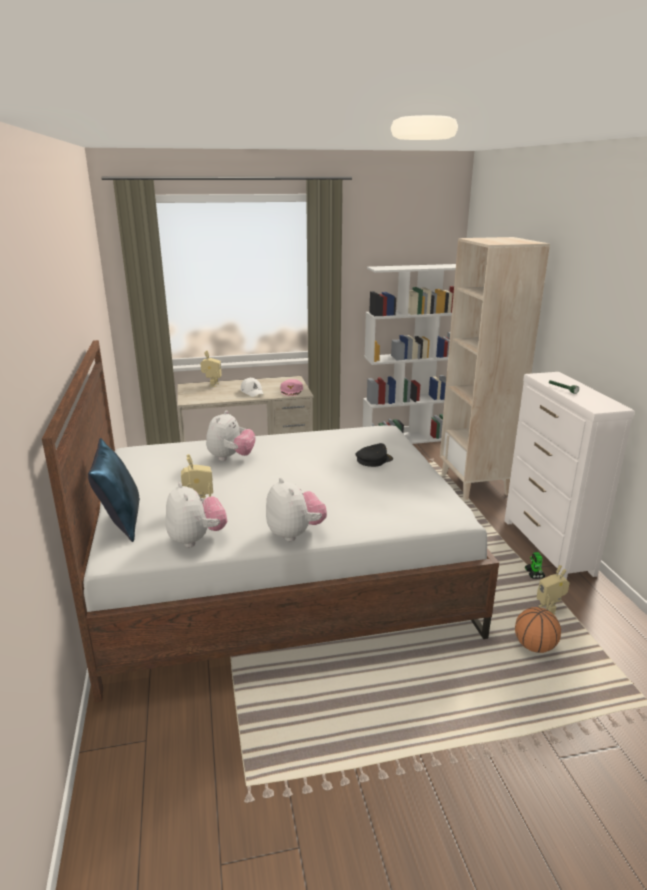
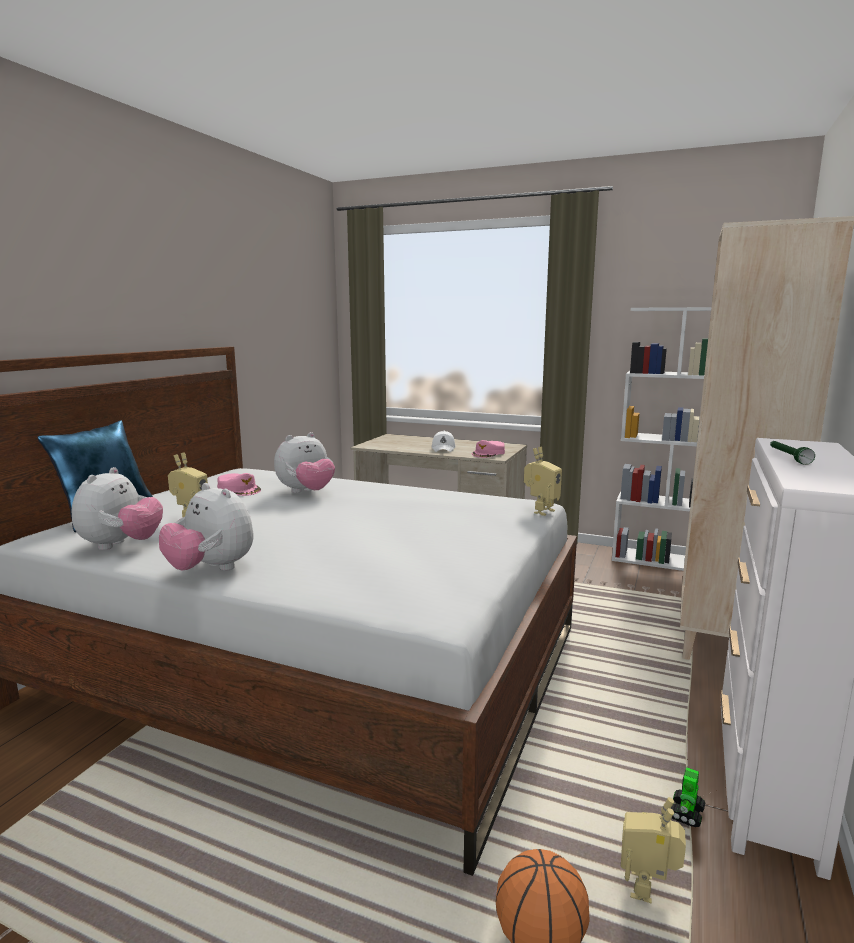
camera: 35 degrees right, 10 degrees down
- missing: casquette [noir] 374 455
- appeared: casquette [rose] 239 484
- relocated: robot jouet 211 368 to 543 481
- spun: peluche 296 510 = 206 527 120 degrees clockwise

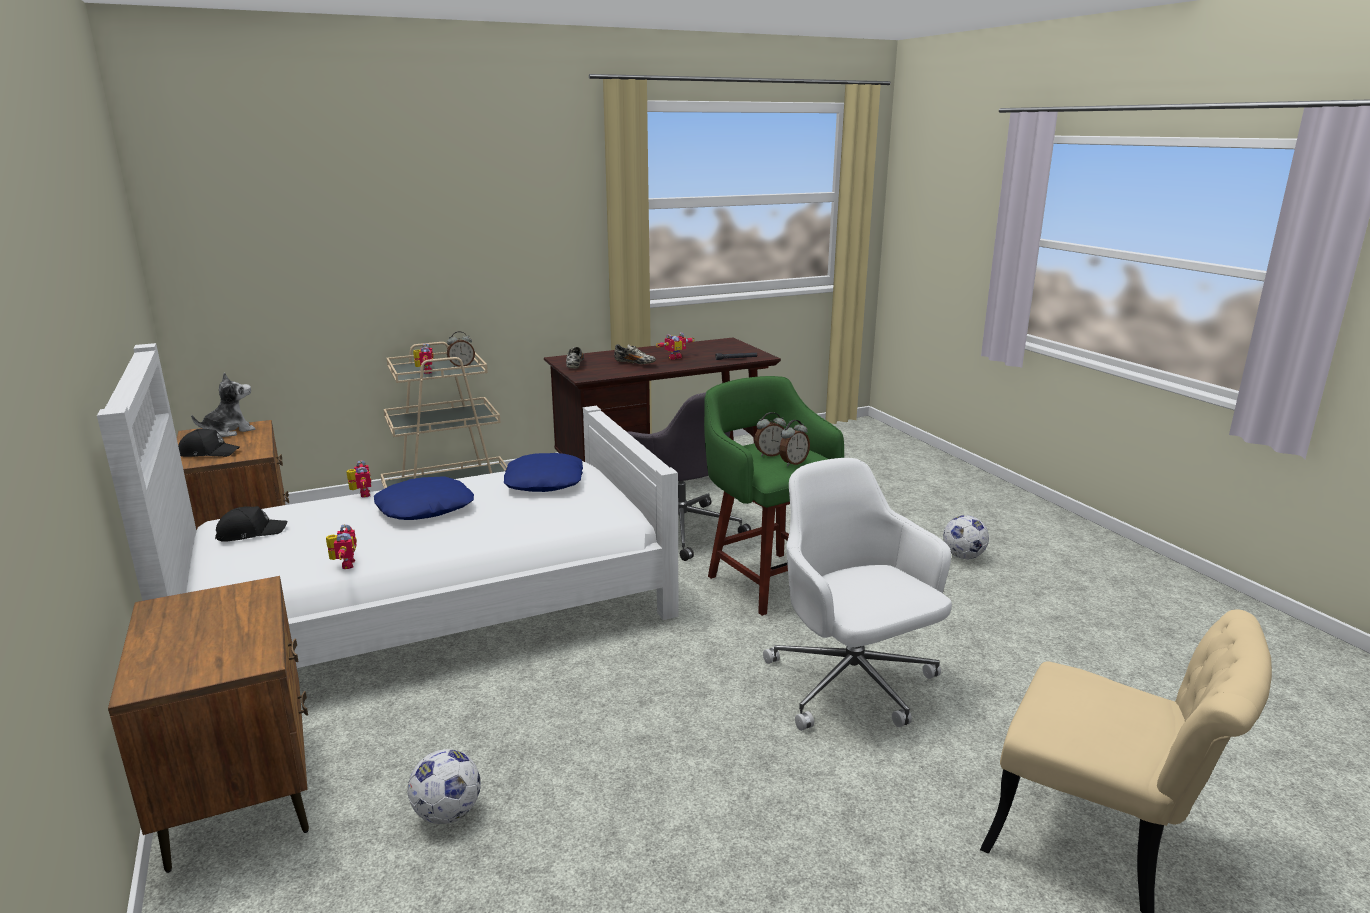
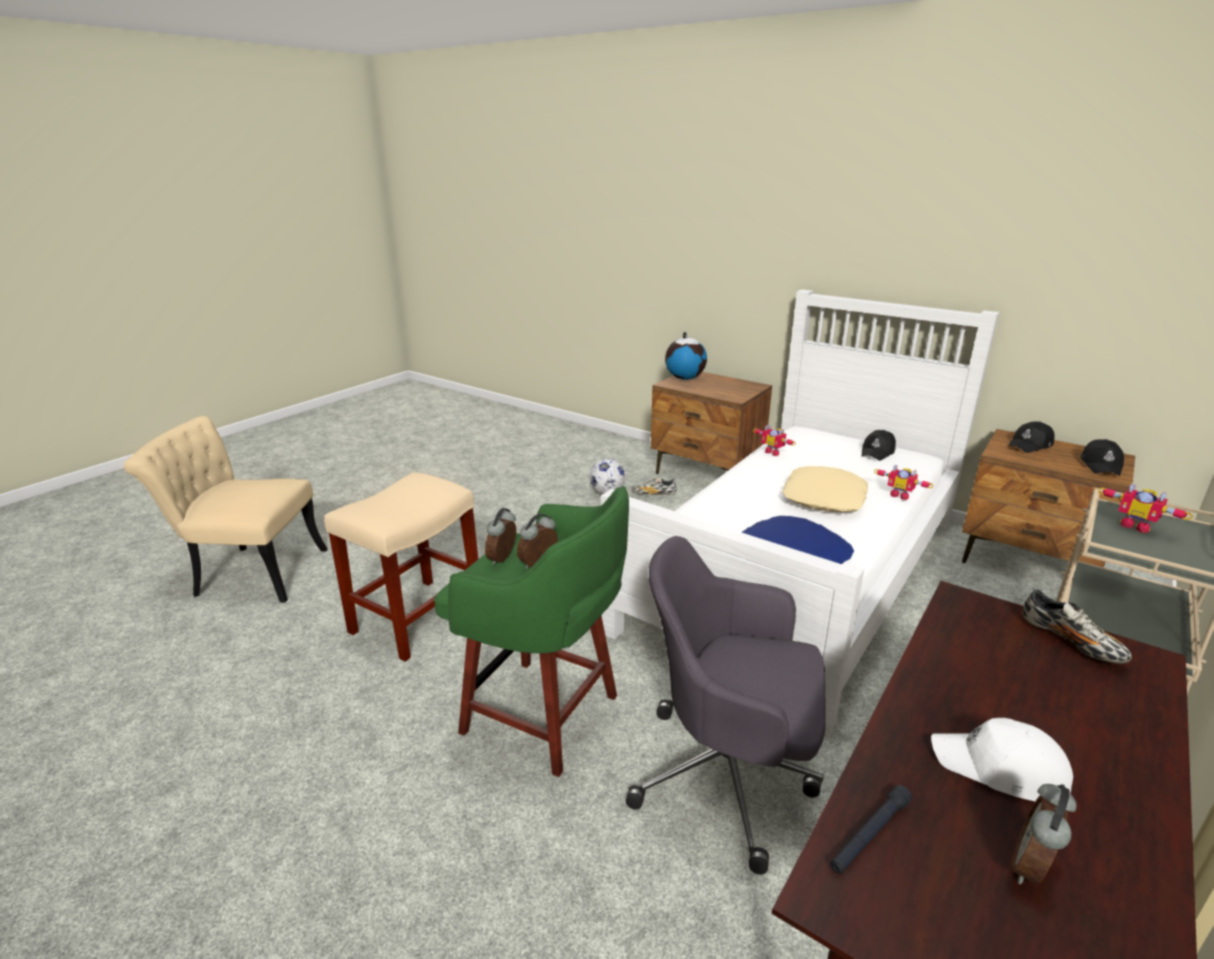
camera: 150 degrees right, 5 degrees up
- missing: ballon de foot 966 537
- appeared: globe 686 356
- relocated: réveil 461 349 to 1044 834
- relocated: chaussure 635 354 to 654 485
- exchanged: peluche 223 404 to casquette [noir] 1102 457
- exchanged: robot jouet 675 346 to casquette [blanc] 1002 759
- exchanged: chaise de bureau [blanc] 857 594 to tabouret [beige] 401 567
- colour: coussin [bleu] 424 498 to coussin [beige] 825 489

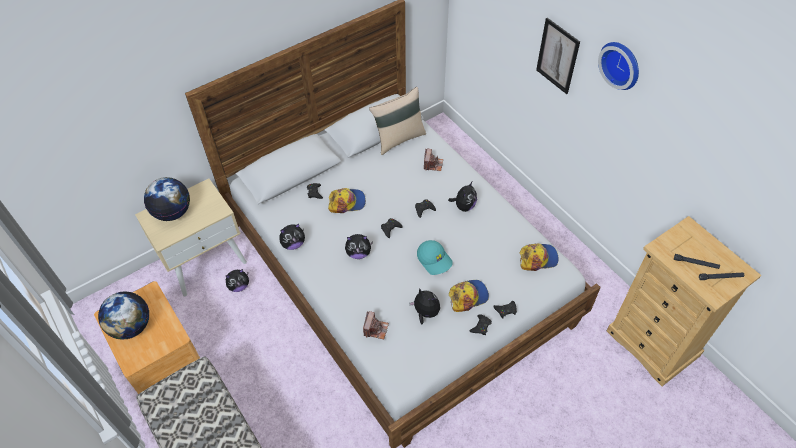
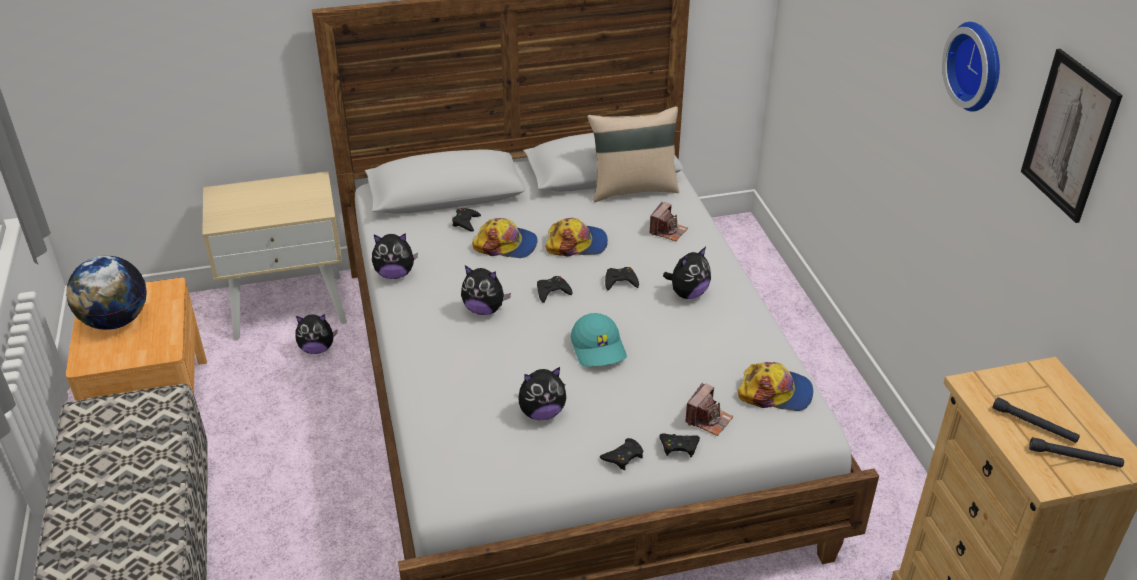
camera: 20 degrees right, 15 degrees down
- missing: globe 167 199
- relocated: appareil photo 376 325 to 709 409
- relocated: casquette 469 296 to 576 237
- relocated: tableau 558 56 to 1072 136
- spun: peluche 424 306 = 542 393 105 degrees clockwise

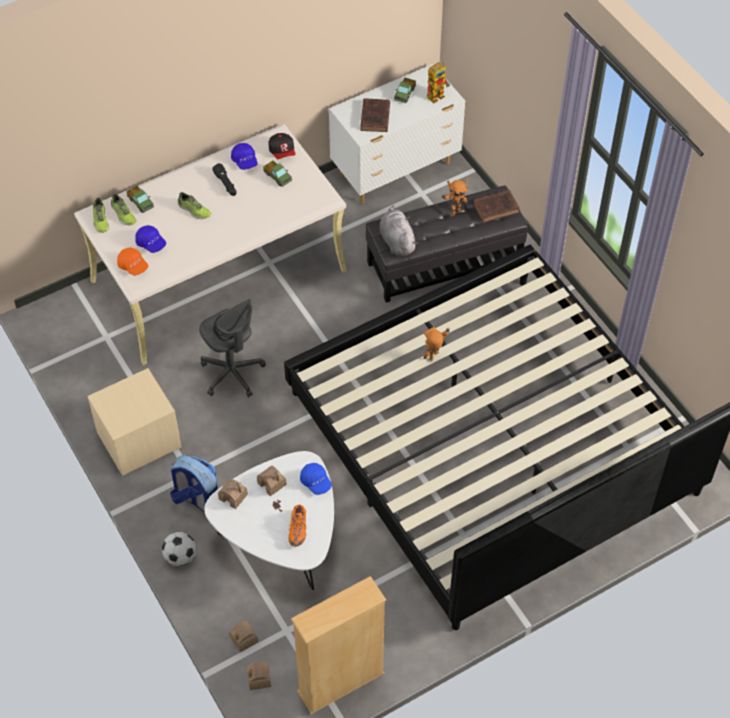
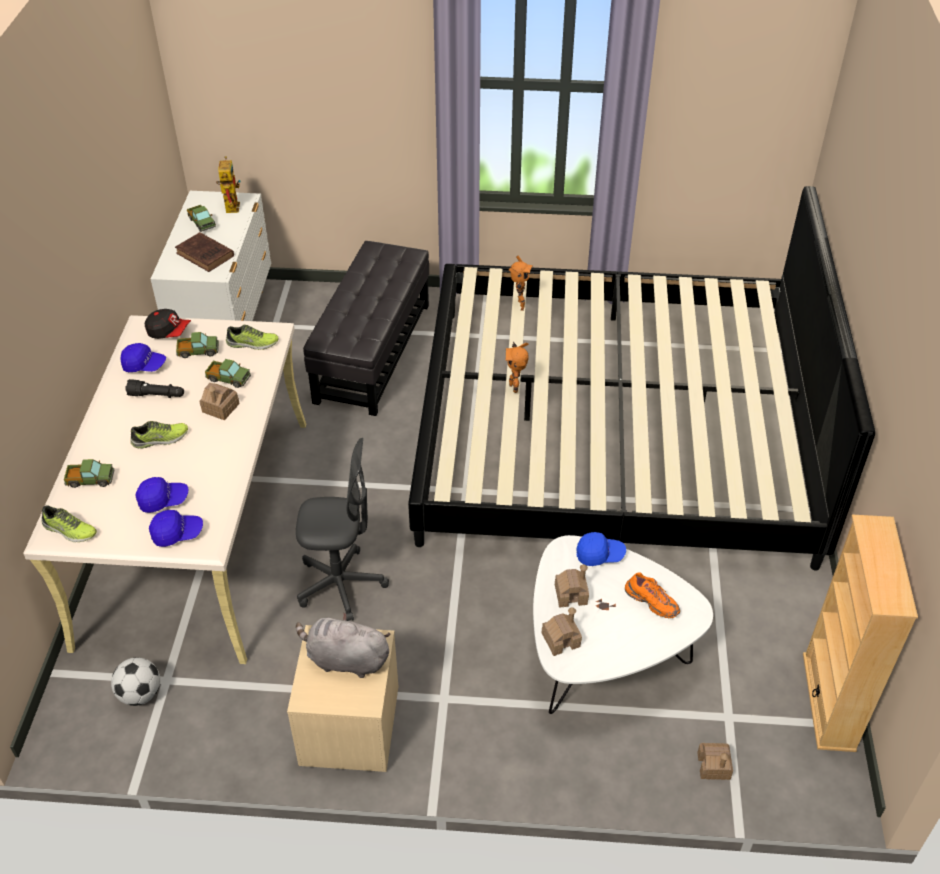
camera: 55 degrees left, 10 degrees down
- missing: sac à dos 194 484
- missing: livre [marron] 496 206
- appeared: camion jouet 228 373
- relocated: chaussure 123 210 to 252 337
- relocated: ballon de foot 179 549 to 135 681
- relocated: maison miniature 258 675 to 219 401
- relocated: peluche [gris] 398 230 to 343 645
- relocated: robot jouet 455 197 to 520 283
- colour: casquette [orange] 132 262 to casquette [bleu] 176 528

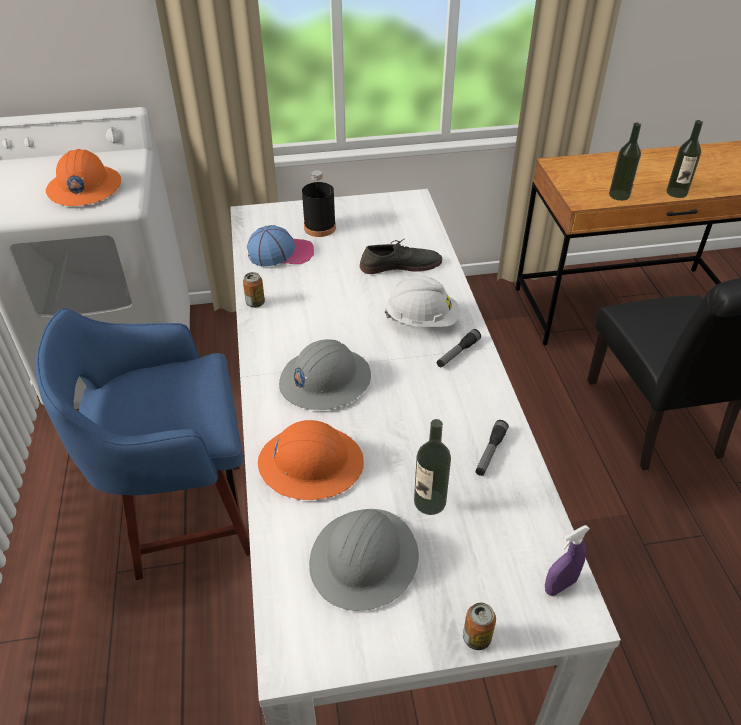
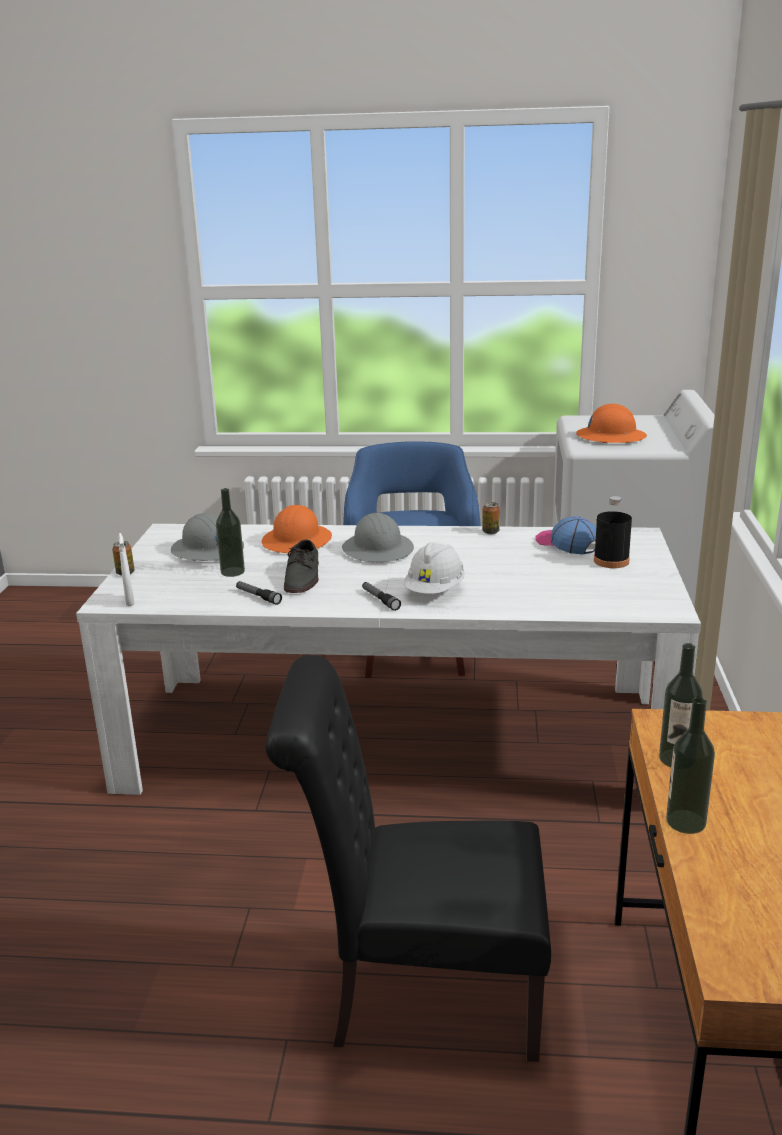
camera: 105 degrees right, 20 degrees down
- relocated: chaussure [gris] 401 256 to 301 566
- colour: vaporisateur [violet] 567 560 to vaporisateur [blanc] 126 569
- spun: casquette 280 246 = 566 535 135 degrees clockwise

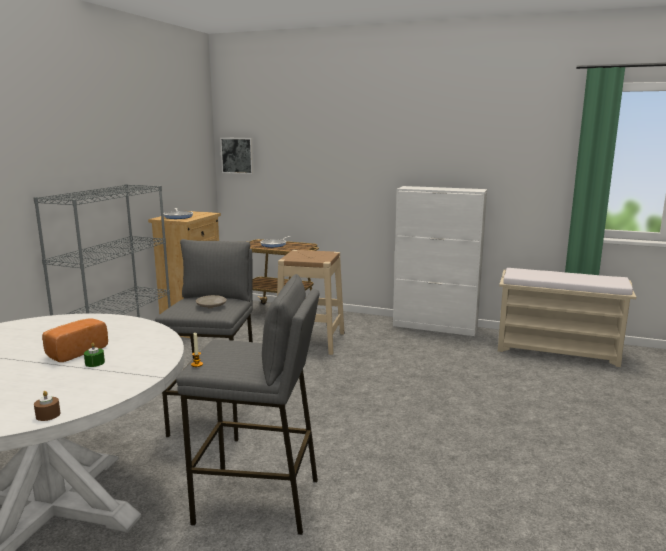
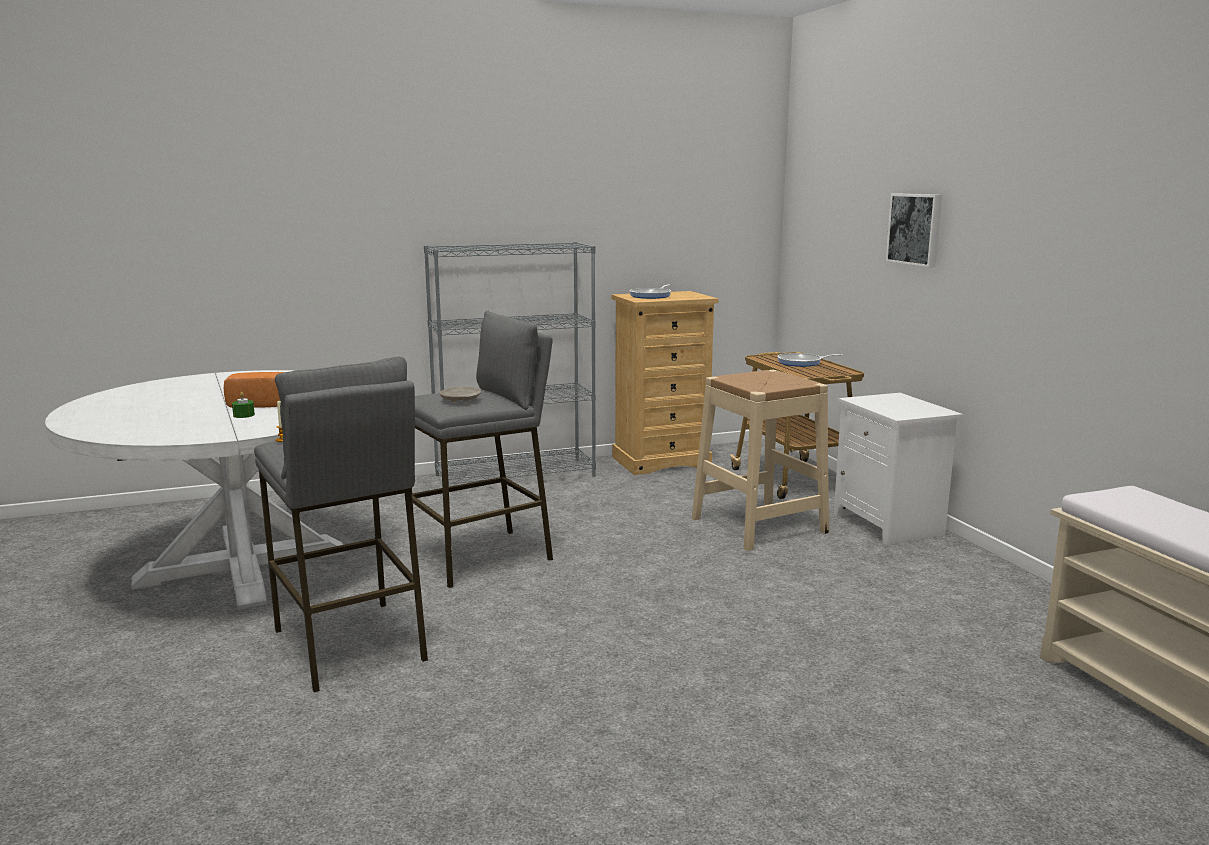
camera: 50 degrees right, 0 degrees up
- missing: bougie [marron] 47 406
- missing: meuble de rangement [blanc] 440 261
- appeared: table de chevet [blanc] 898 469
- relocated: tableau 237 156 to 914 230

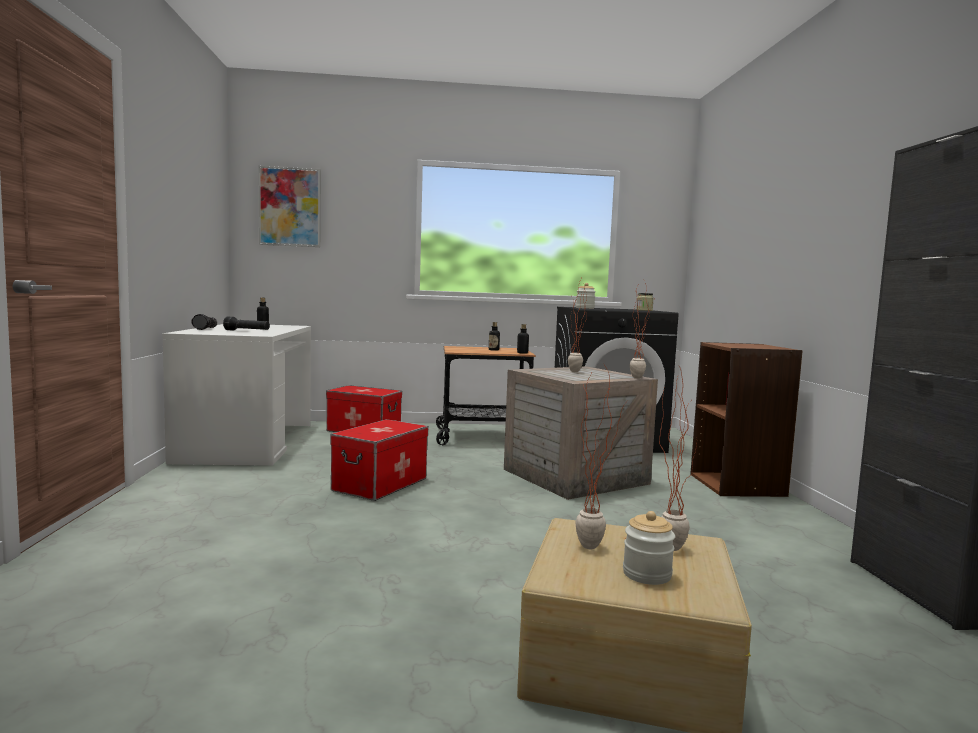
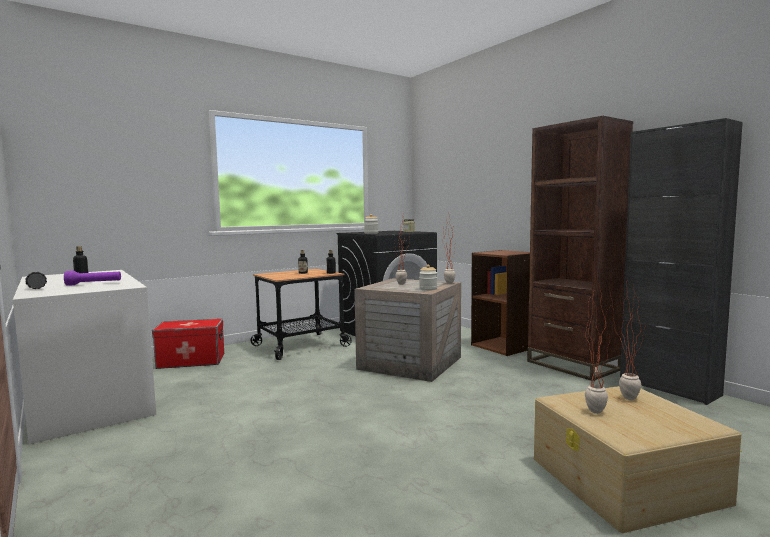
camera: 30 degrees left, 0 degrees up
- missing: tableau 289 206
- missing: boîte de rangement 379 460
- appeared: bibliothèque [marron] 580 248
- relocated: bocal 649 548 to 428 278
- colour: lampe de poche [noir] 246 324 to lampe de poche [violet] 92 278

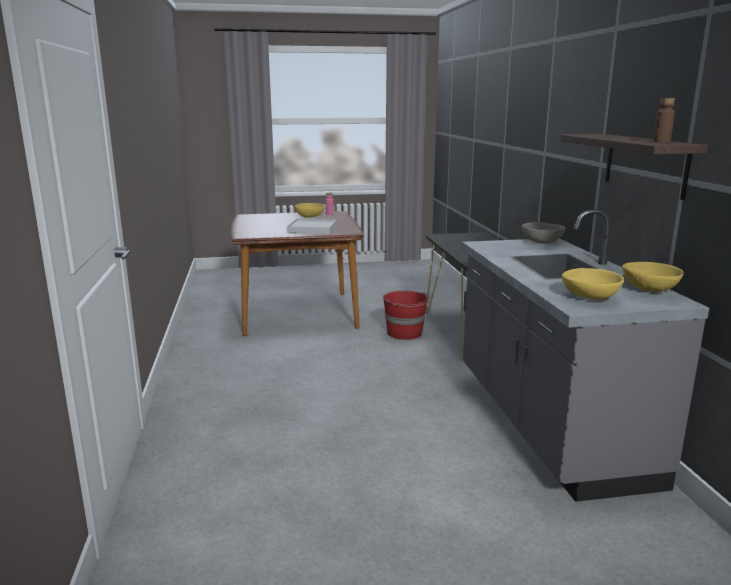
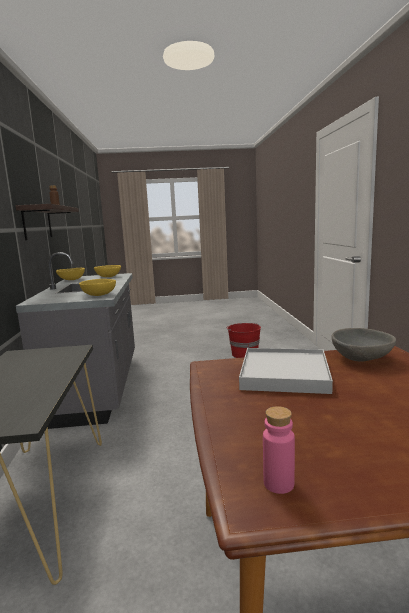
camera: 175 degrees left, 5 degrees down
- relocated: bol [jaune] 310 210 to 97 287
- relocated: seau [rouge] 406 315 to 243 340
- relocated: bol [gris] 544 232 to 364 345

